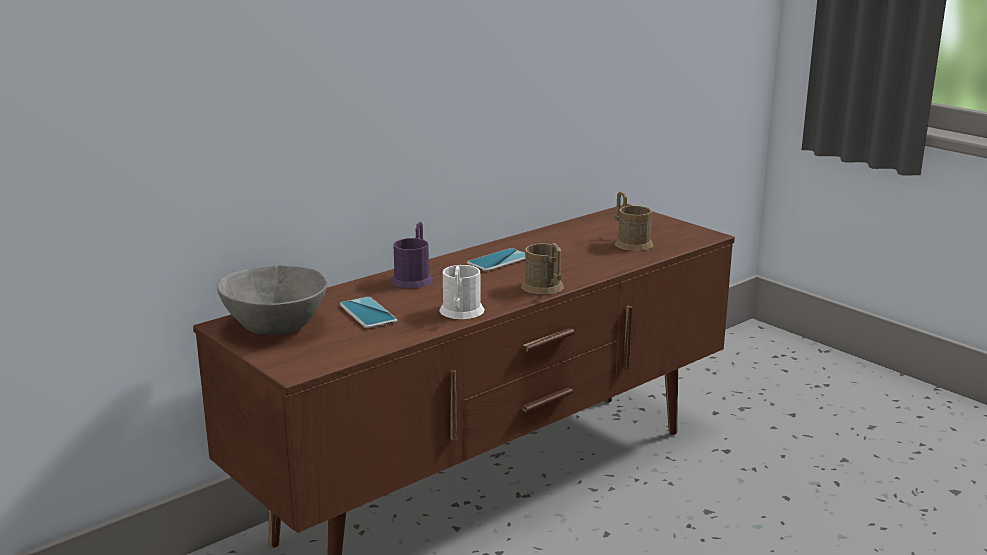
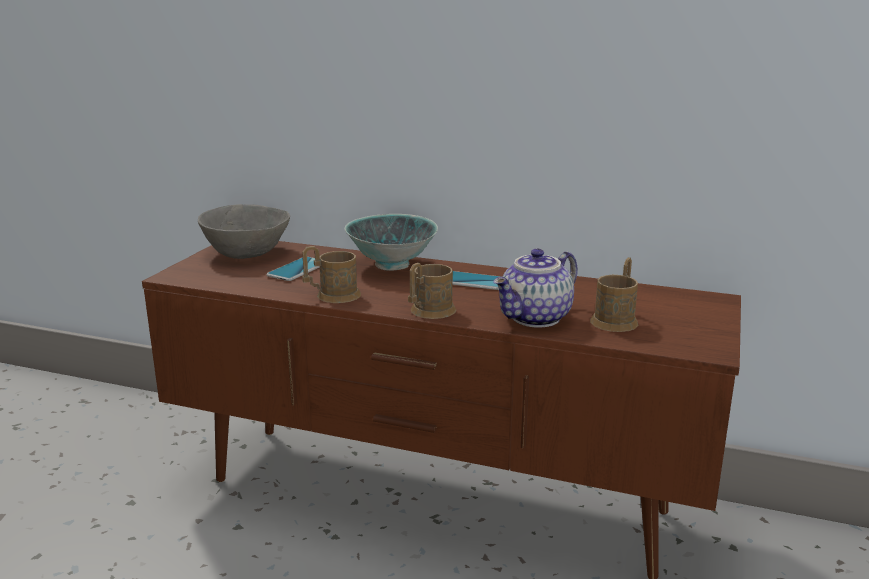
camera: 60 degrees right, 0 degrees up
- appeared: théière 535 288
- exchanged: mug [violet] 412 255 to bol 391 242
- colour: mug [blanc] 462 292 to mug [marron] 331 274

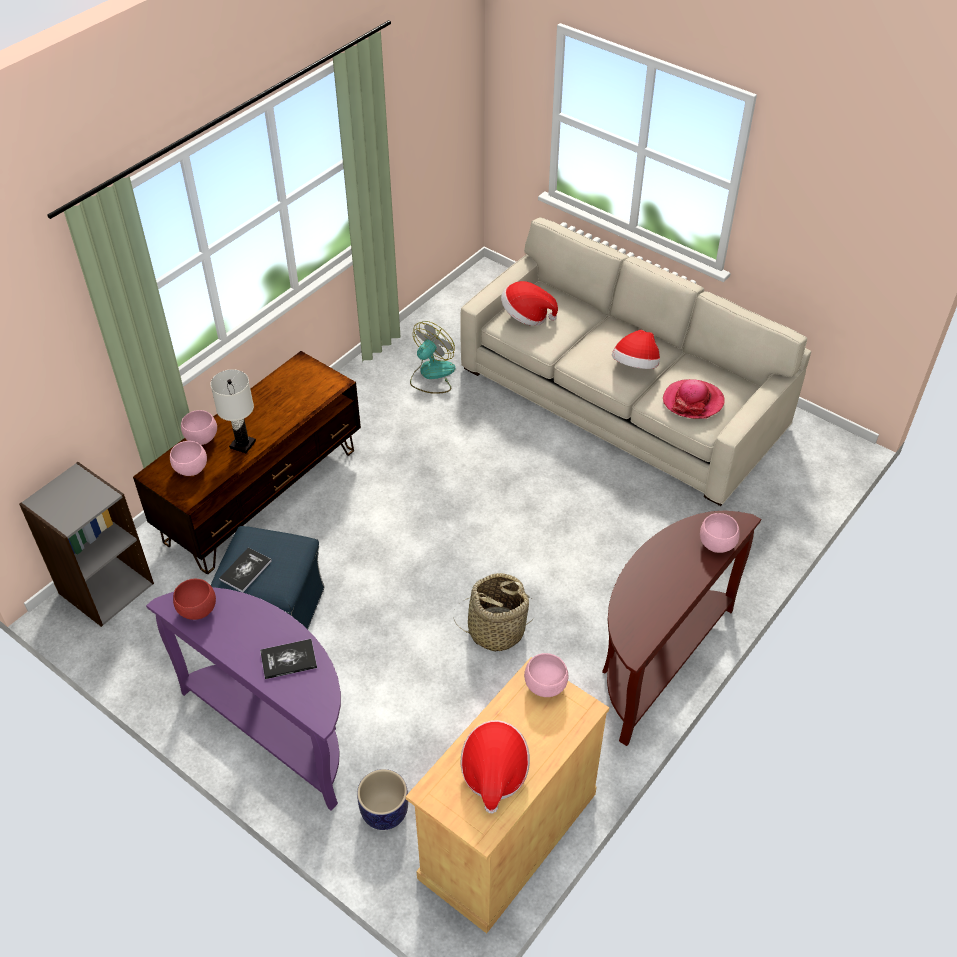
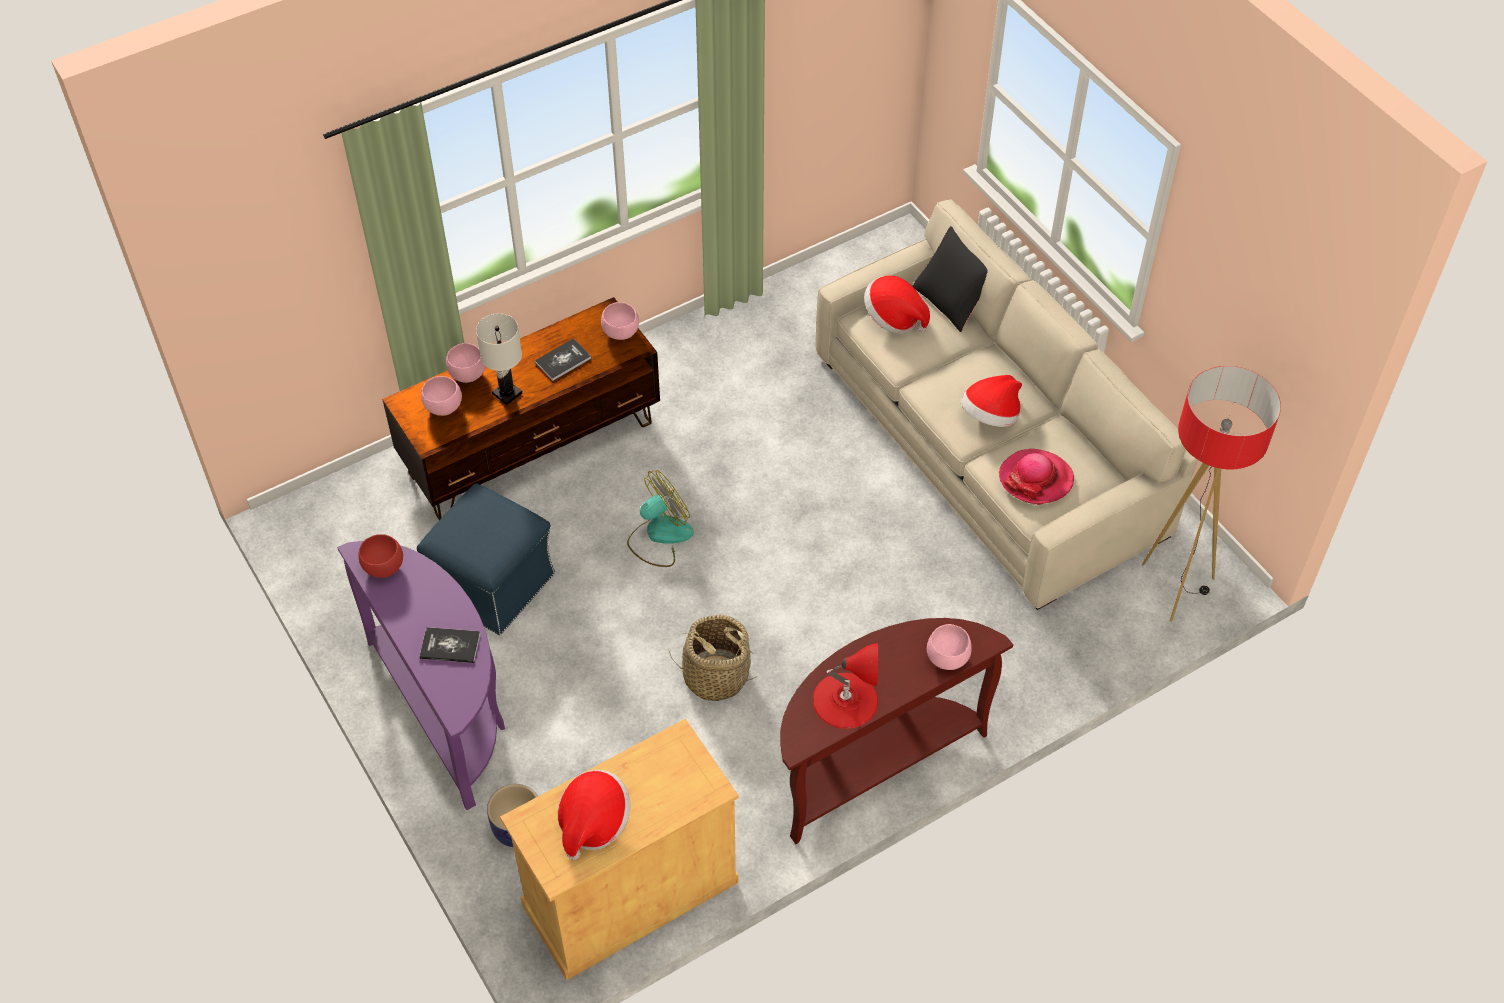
camera: 20 degrees right, 5 degrees up
- missing: bibliothèque [gris] 86 544
- appeared: lampe de table [rouge] 845 686
- appeared: coussin [noir] 950 279
- appeared: lampadaire 1211 494
- relocated: livre 245 569 to 563 359
- relocated: ventilateur 433 357 to 660 518
- relocated: bol [rose] 546 675 to 620 321

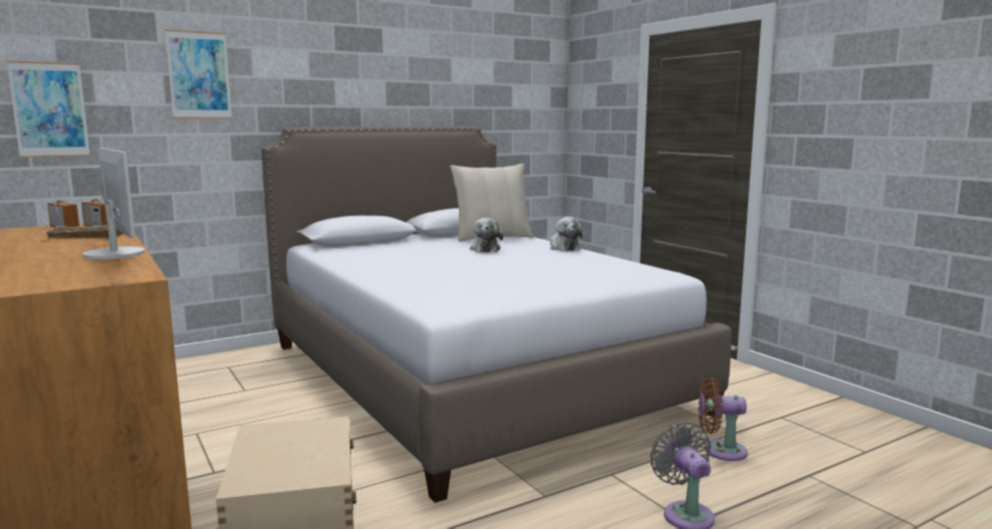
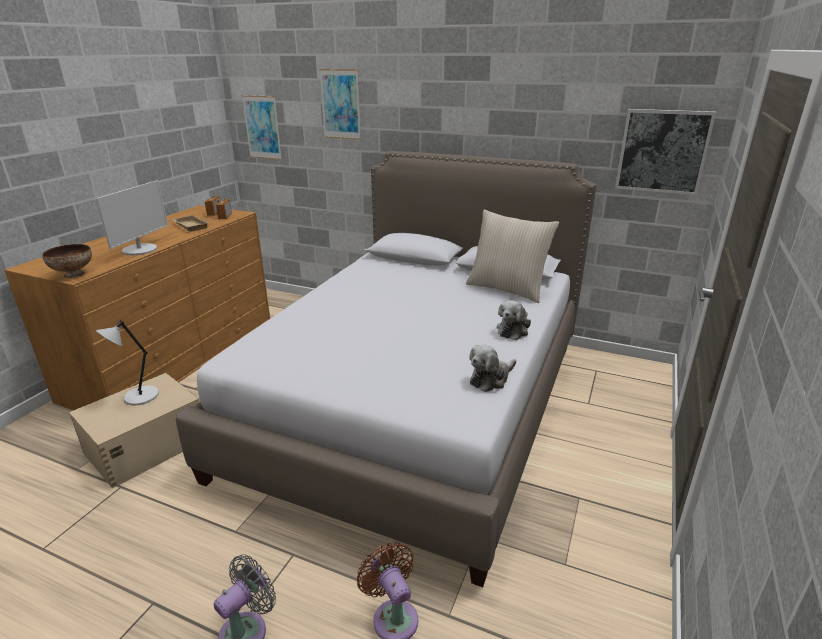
camera: 55 degrees right, 15 degrees up
- appeared: bol 67 261
- appeared: lampe de table [gris] 127 362
- appeared: tableau 665 152
- relocated: peluche 486 235 to 492 368

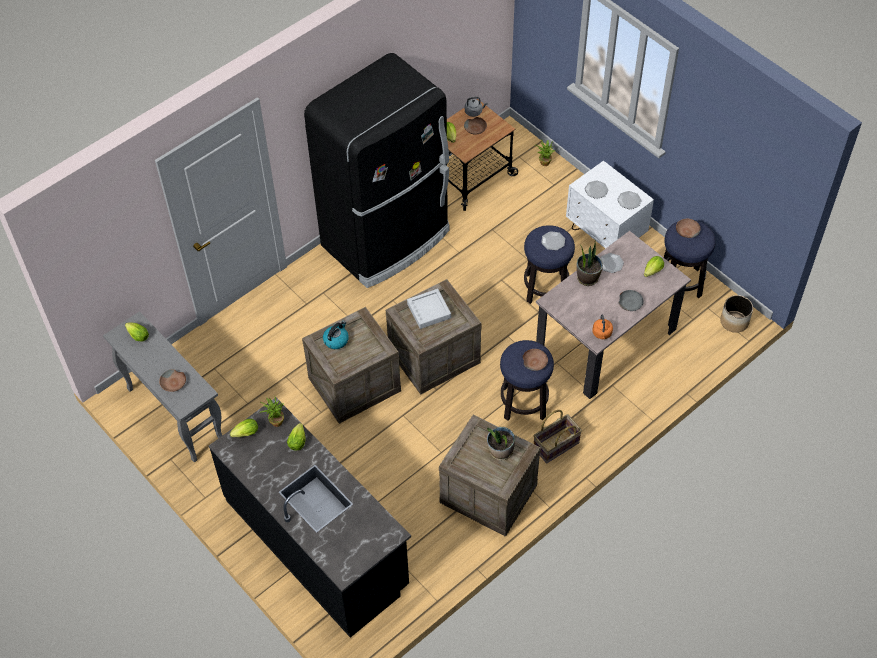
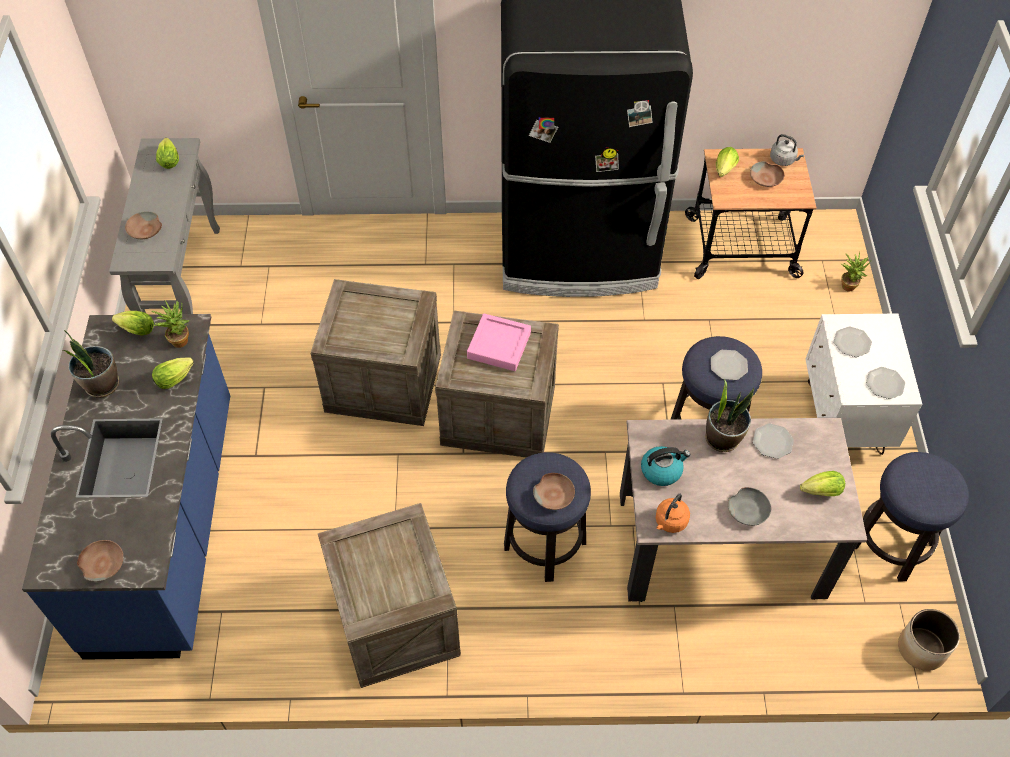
camera: 40 degrees right, 0 degrees up
- missing: panier 558 436
- relocated: bouilloire 336 335 to 665 466
- relocated: plante en pot 501 443 to 90 364
- relocated: bol [marron] 688 228 to 100 561
- colour: comptoir de cuisine [noir] 310 518 to comptoir de cuisine [bleu] 126 487
- colour: plateau [gris] 429 309 to plateau [rose] 499 342

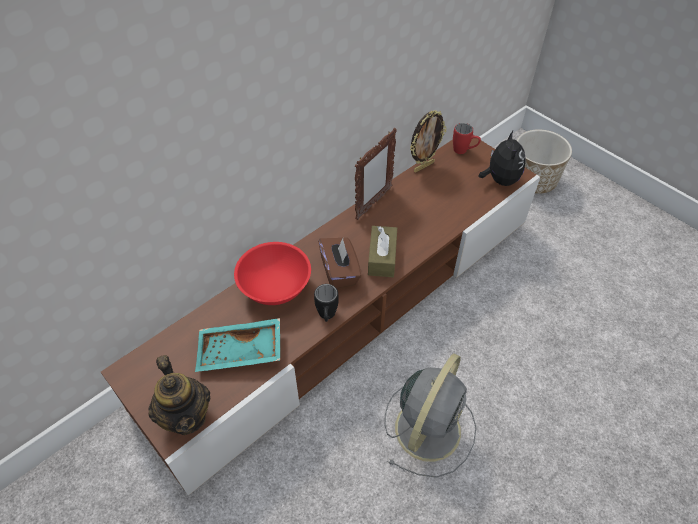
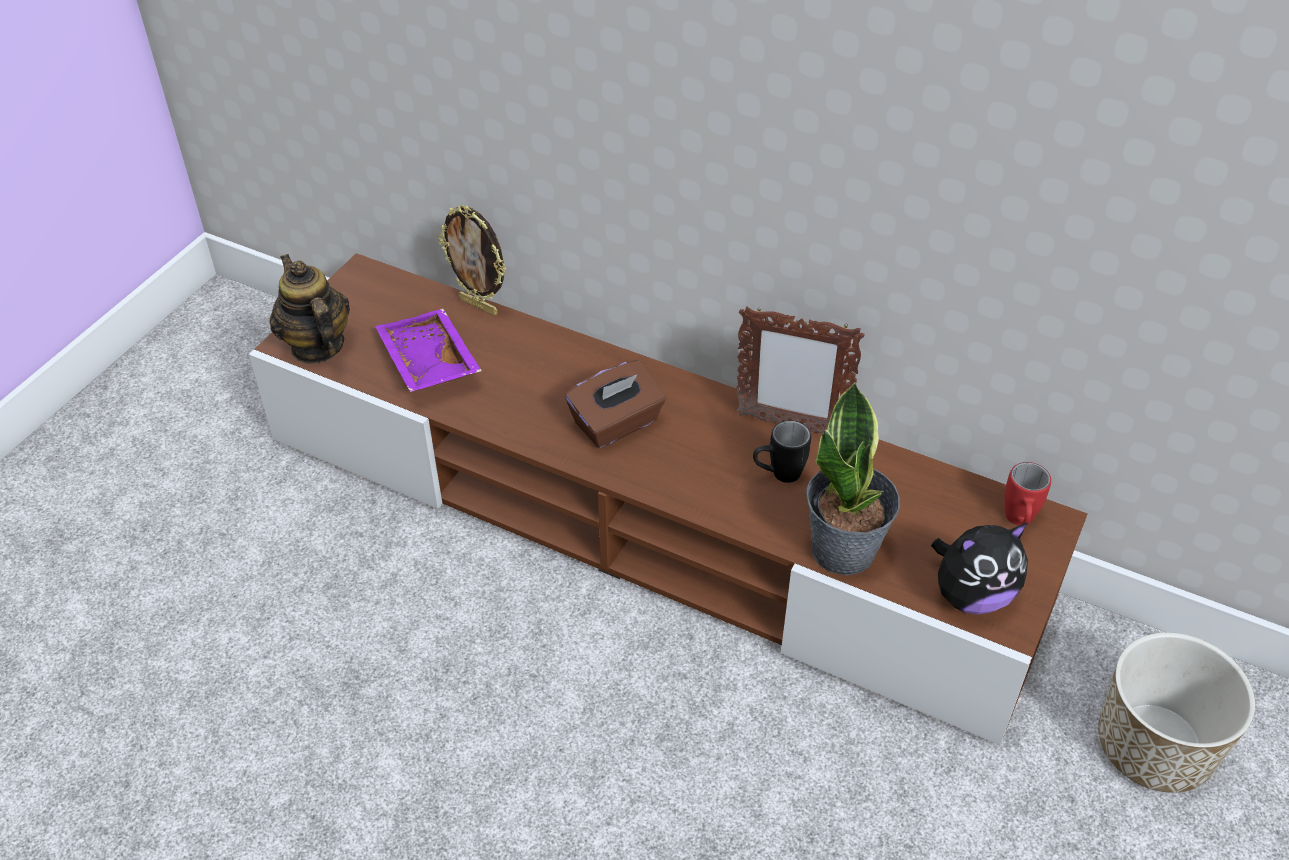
camera: 70 degrees right, 5 degrees down
- missing: bol [rouge] 272 273
- missing: boîte à mouchoirs [marron] 382 251
- missing: ventilateur [gris] 430 416
- appeared: plante en pot 853 479
- relocated: mug [noir] 326 303 to 782 452
- relocated: cadre photo 428 141 to 472 260
- colour: plateau [turquoise] 237 345 to plateau [violet] 428 350
- spun: théière 179 395 = 310 309 105 degrees clockwise

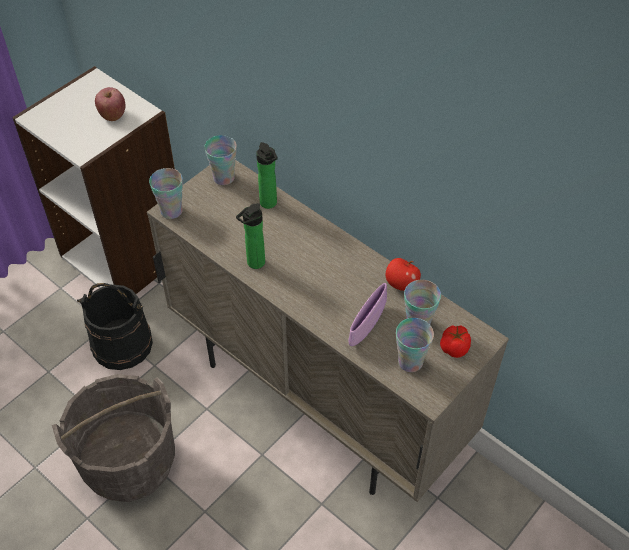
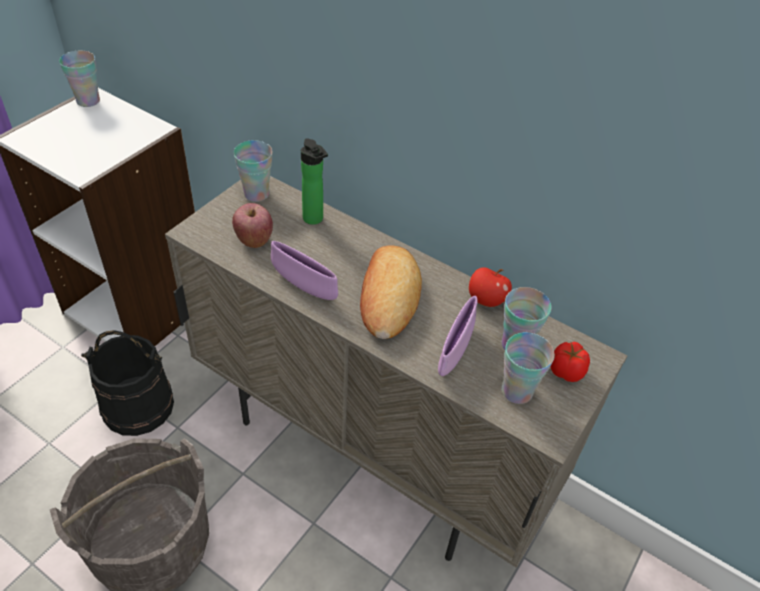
camera: 10 degrees left, 5 degrees down
- appeared: pain 391 292
- relocated: pomme 110 104 to 252 225
- relocated: tasse 166 193 to 79 79
- exchanged: bouteille 250 236 to bol [violet] 304 270

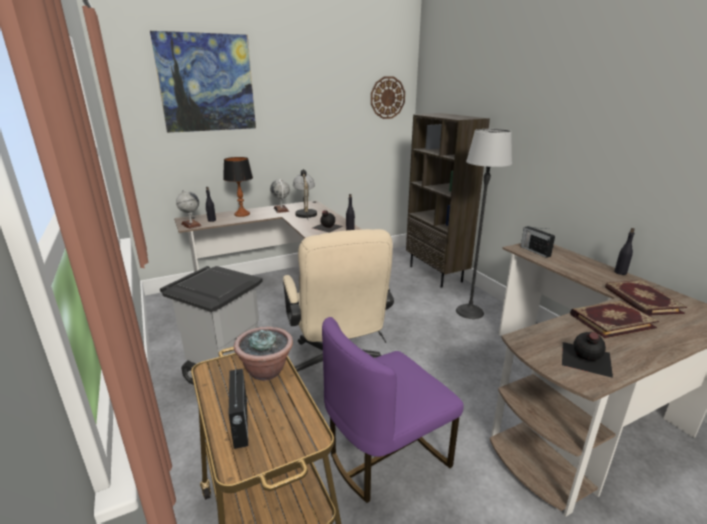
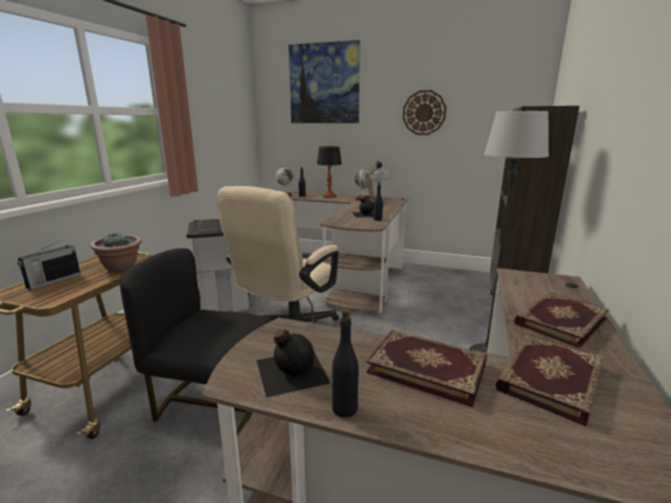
camera: 45 degrees right, 5 degrees down
- missing: radio 538 242
- appeared: livre 561 320
- relocated: horloge murale 388 97 to 424 112
- relocated: bouteille [noir] 624 251 to 345 363
- colour: chaise [violet] 393 410 to chaise [noir] 196 342

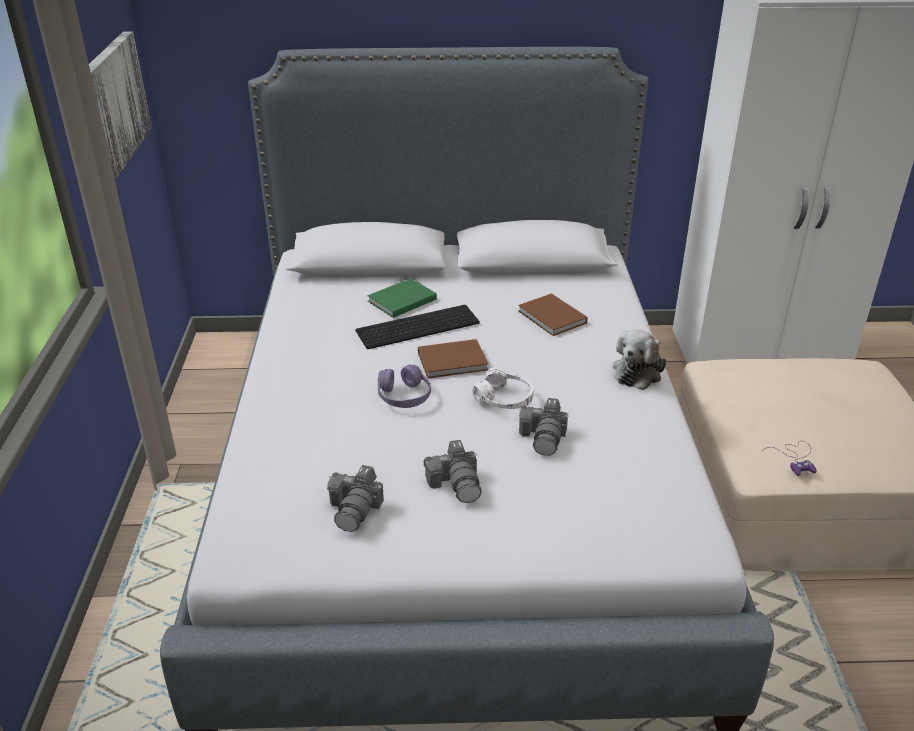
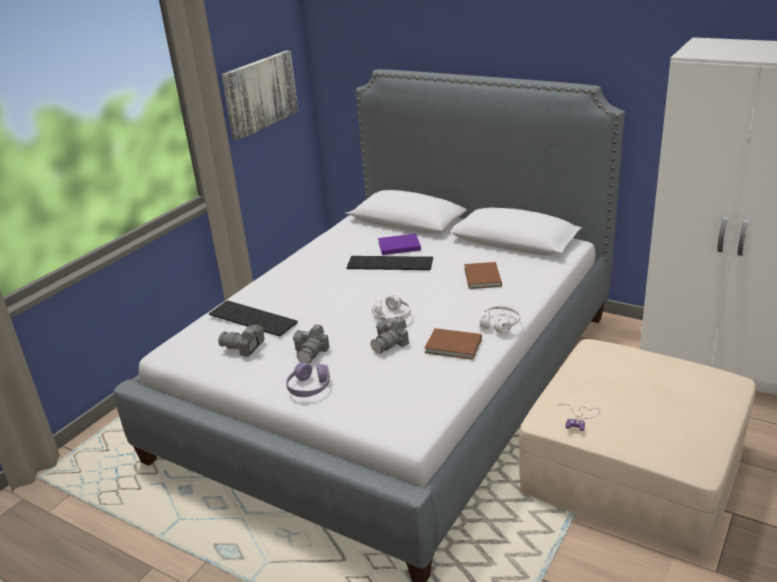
camera: 35 degrees right, 5 degrees down
- appeared: clavier 253 318
- relocated: casque audio [violet] 404 386 to 308 379
- relocated: livre [marron] 453 359 to 453 344
- exchanged: peluche 639 359 to casque audio [blanc] 500 319
- colour: livre [vert] 402 298 to livre [violet] 399 244
- spun: appareil photo 355 498 = 241 340 60 degrees clockwise

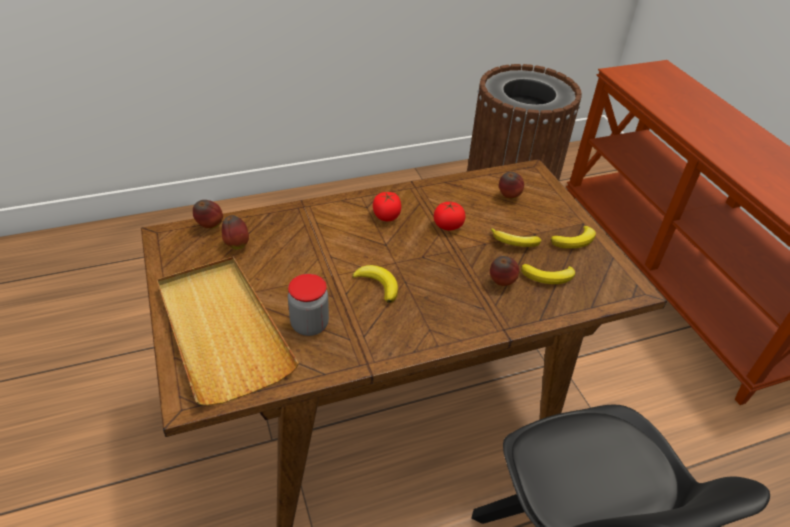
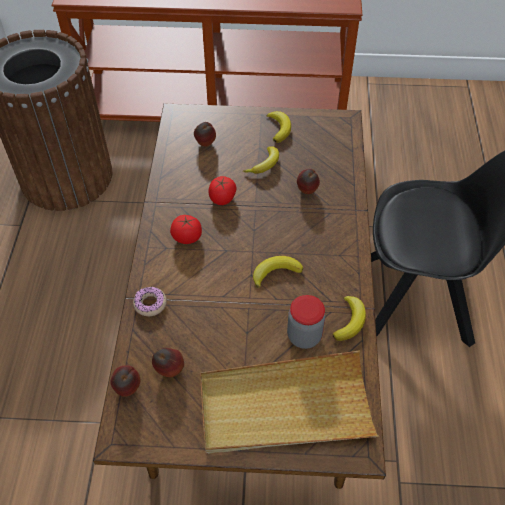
camera: 65 degrees left, 10 degrees up
- appeared: beignet 150 301
- relocated: banane 548 274 to 349 318

